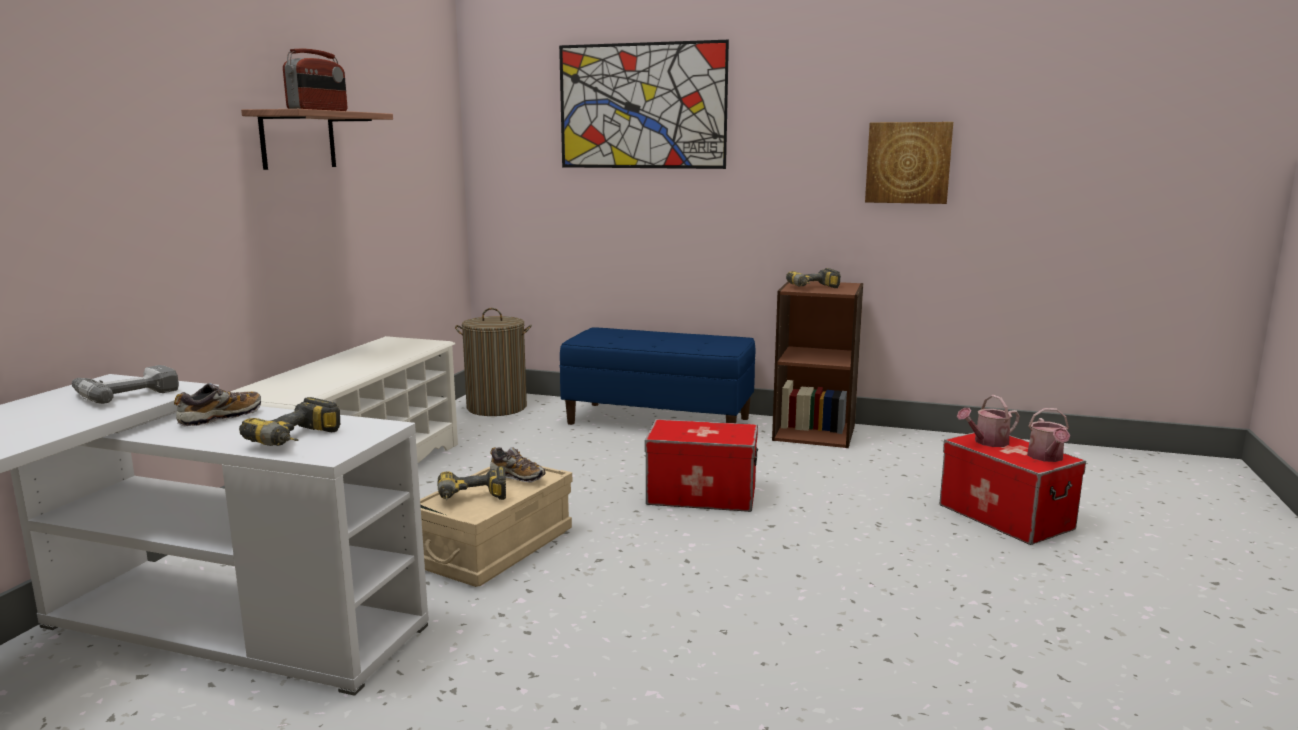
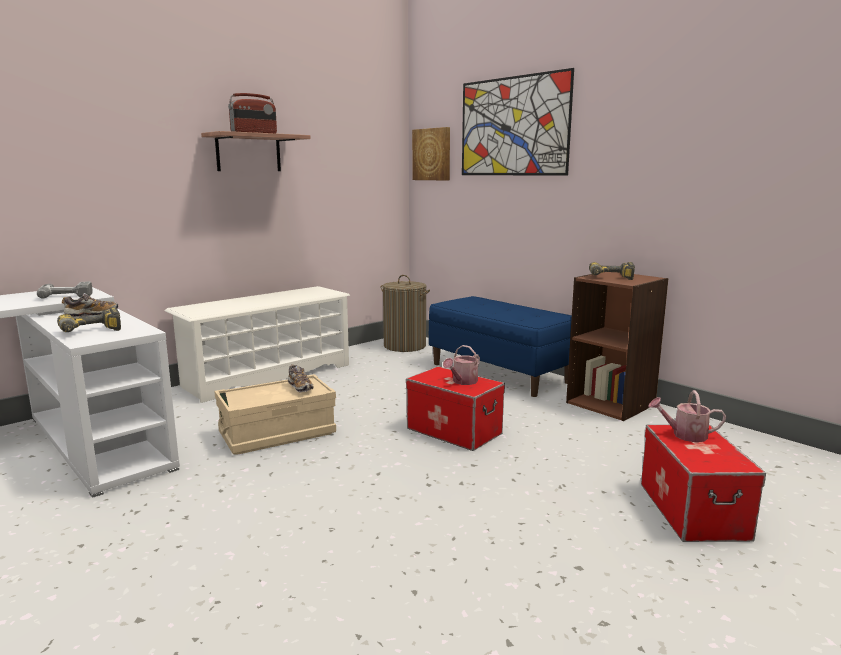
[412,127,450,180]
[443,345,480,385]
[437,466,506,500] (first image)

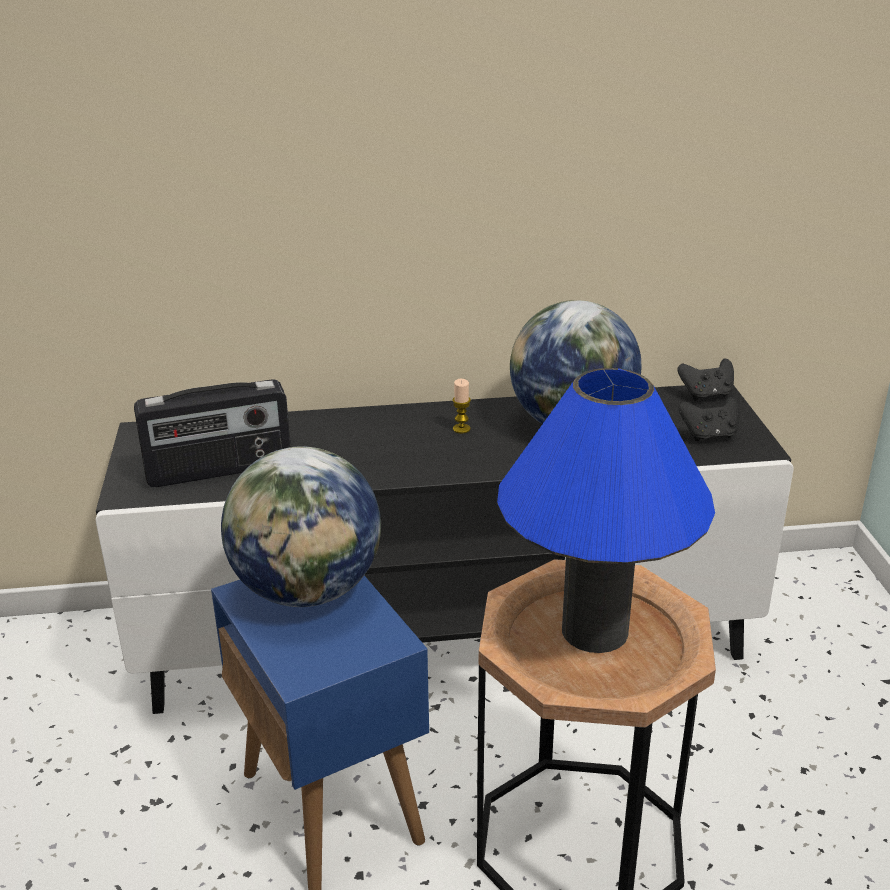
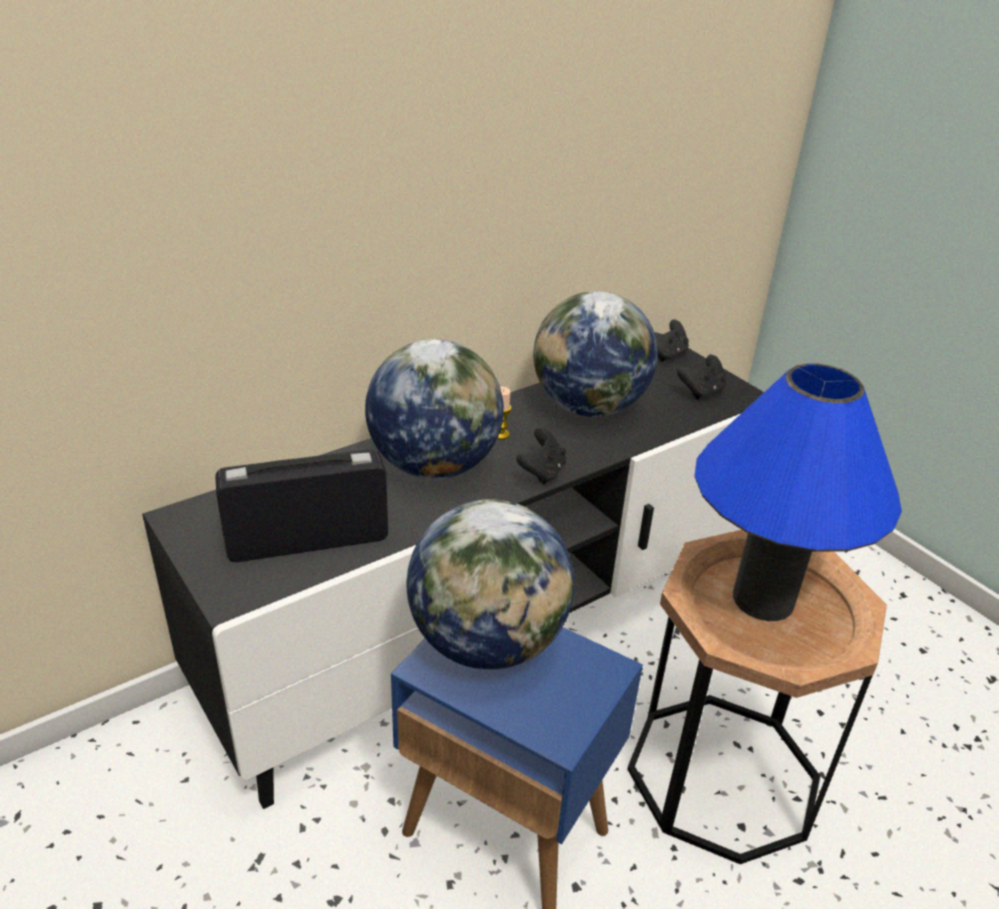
[215,449,388,562]
[365,339,504,479]
[516,428,566,485]

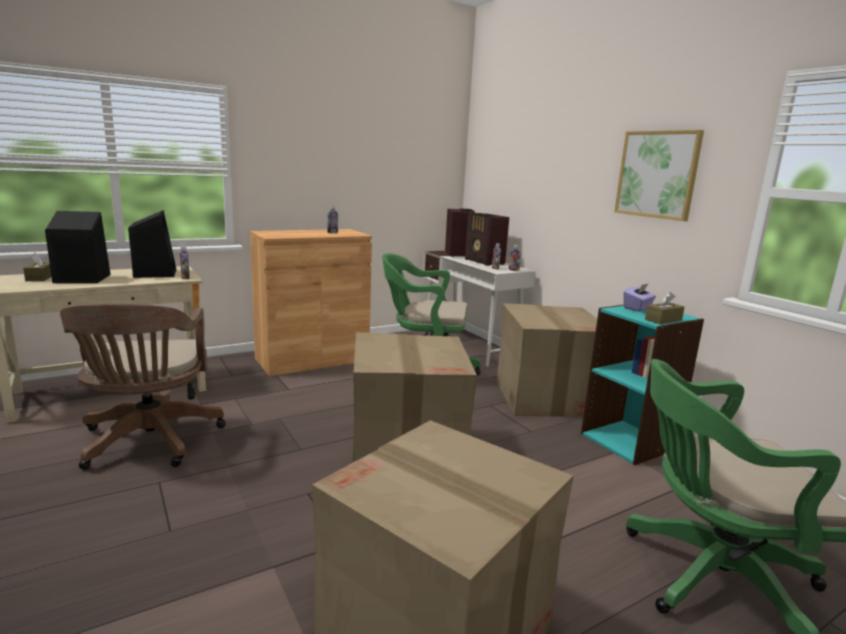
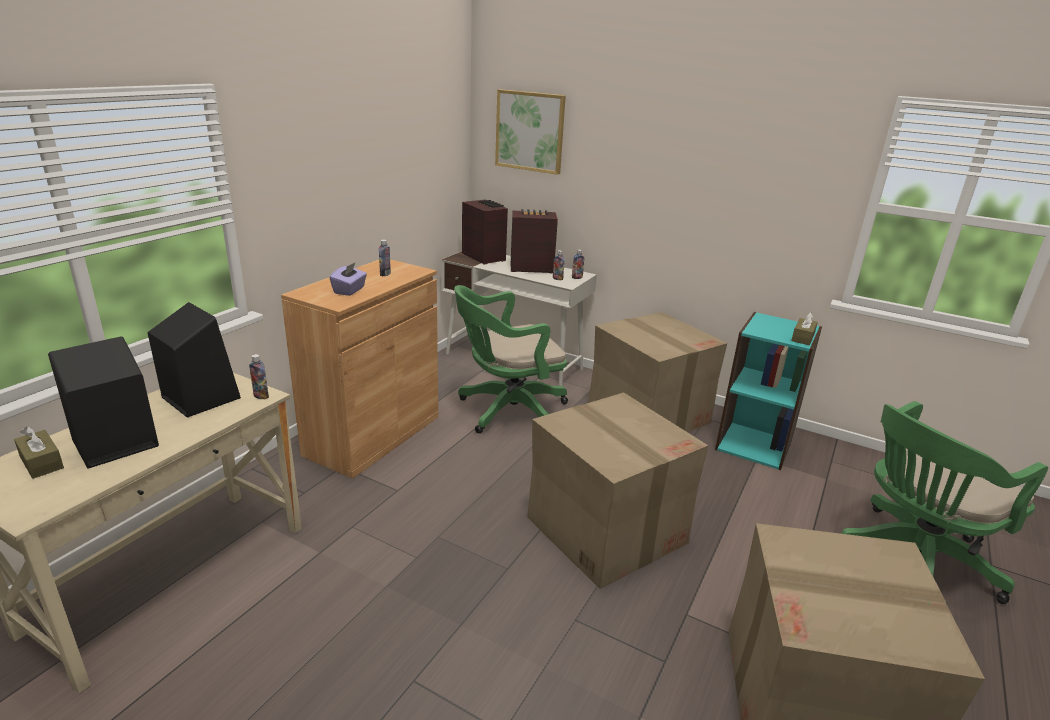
[330,262,367,296]
[495,89,566,175]
[511,209,558,273]
[60,304,225,470] (first image)

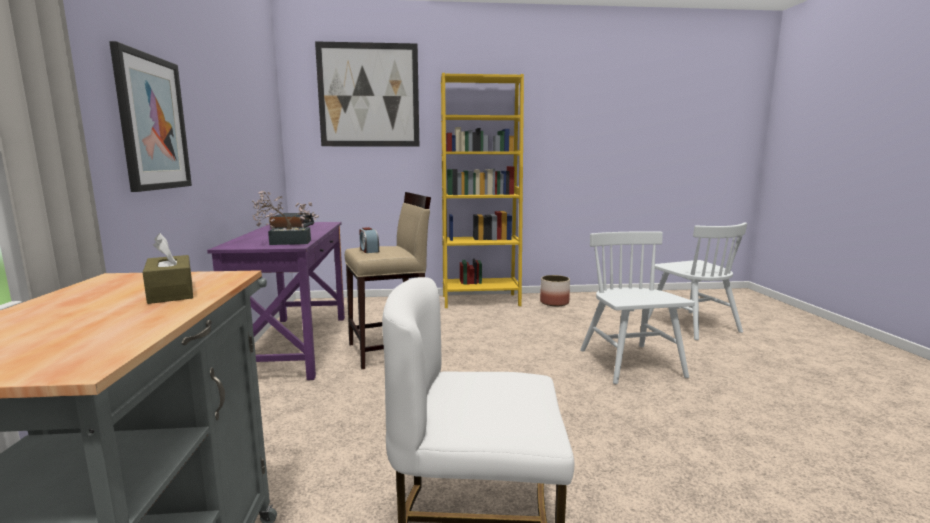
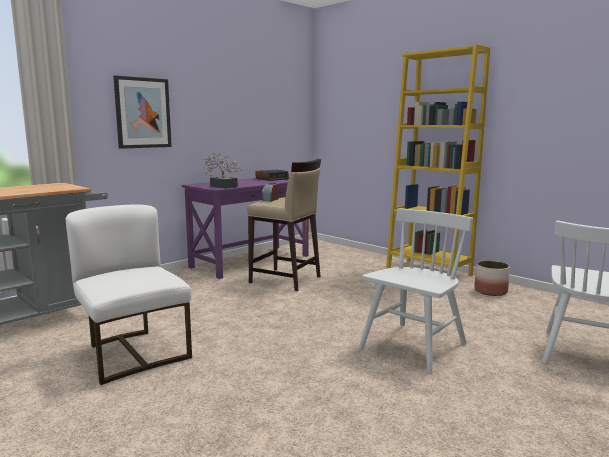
[142,233,193,304] (first image)
[315,41,419,147] (first image)

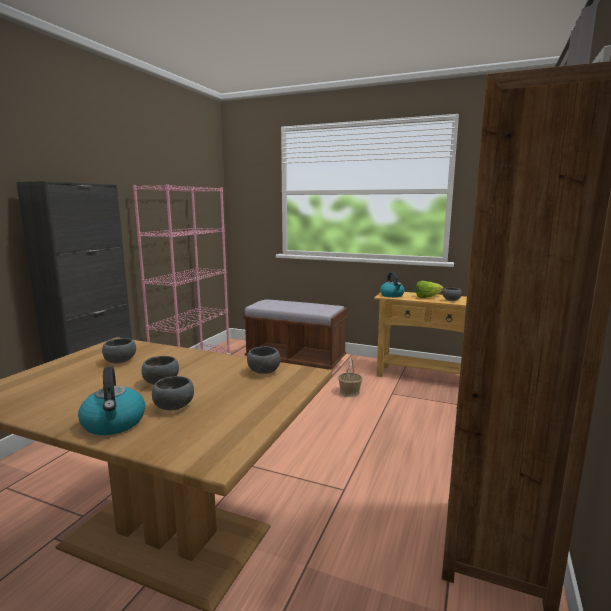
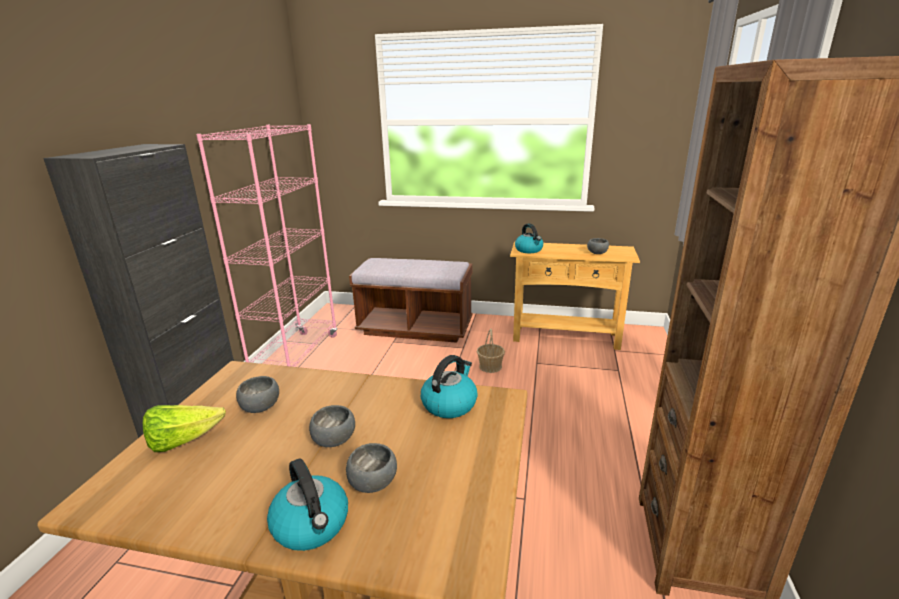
[143,405,226,452]
[421,355,478,418]

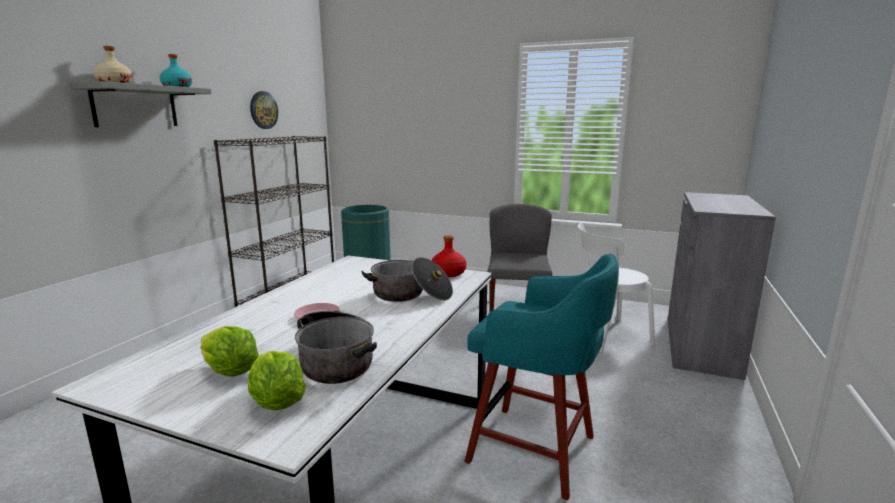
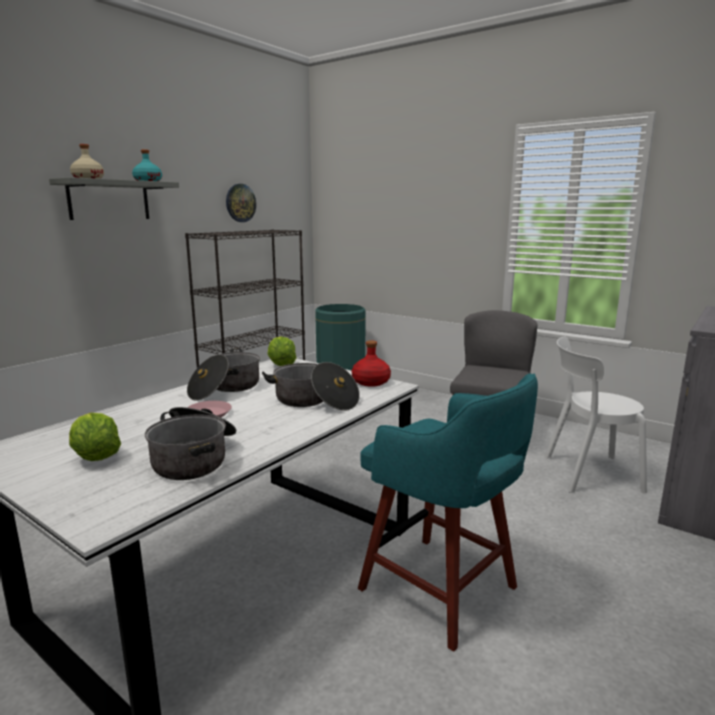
[187,349,260,401]
[268,336,297,366]

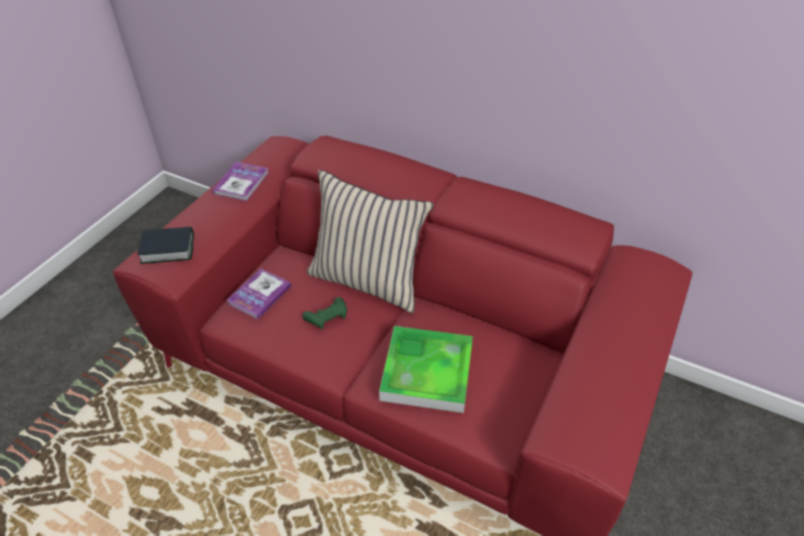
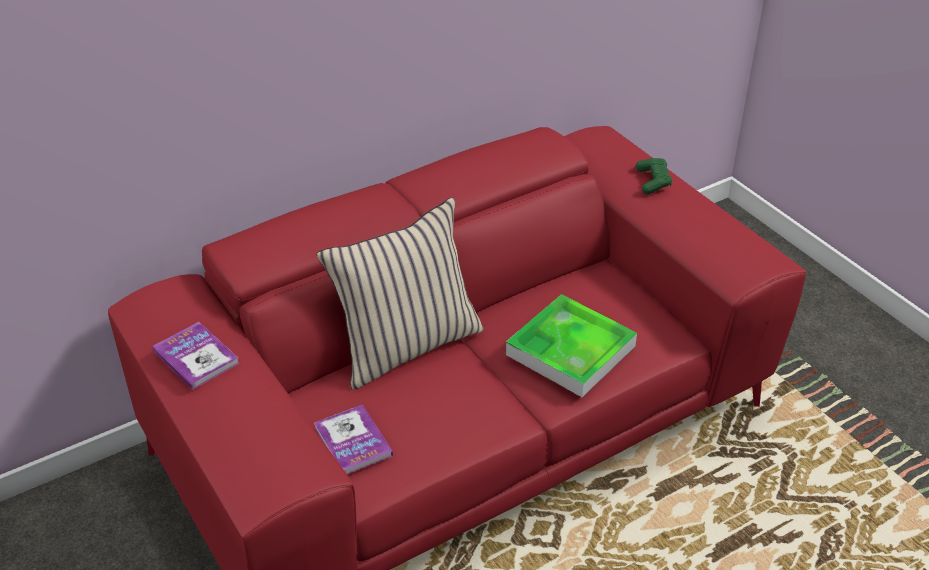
[636,158,672,194]
[137,227,194,264] (first image)

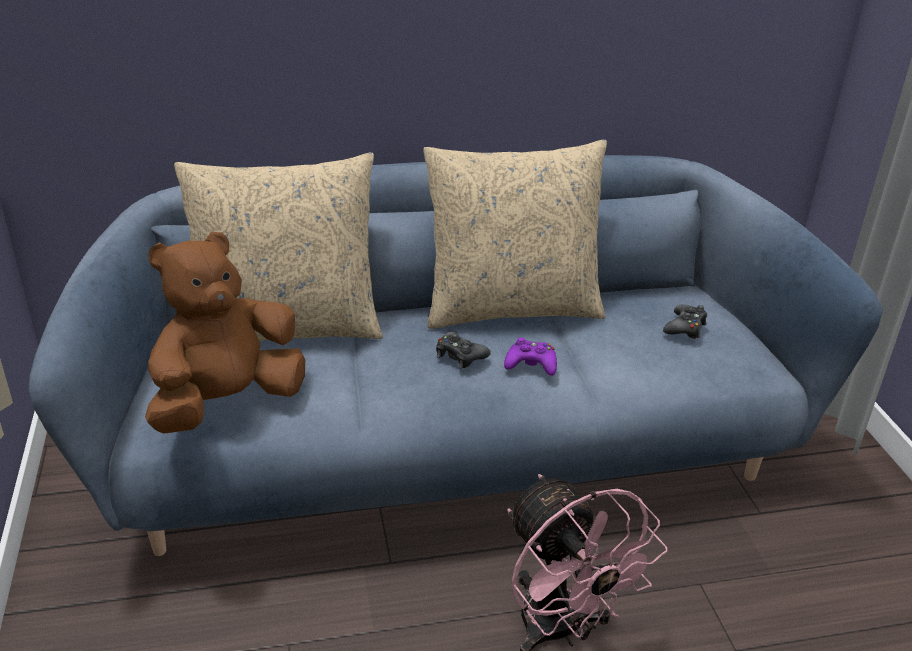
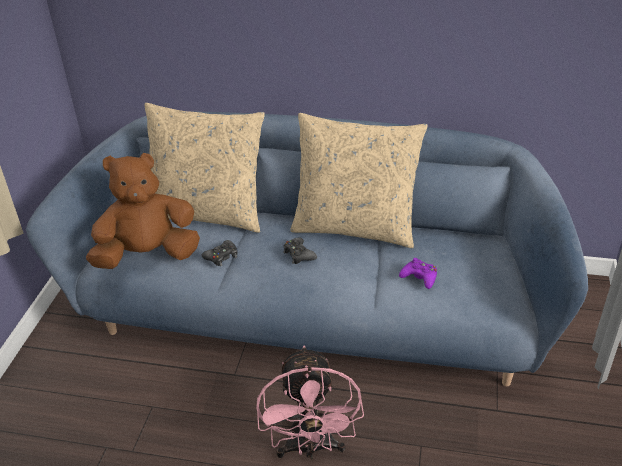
[201,240,237,266]
[399,258,437,289]

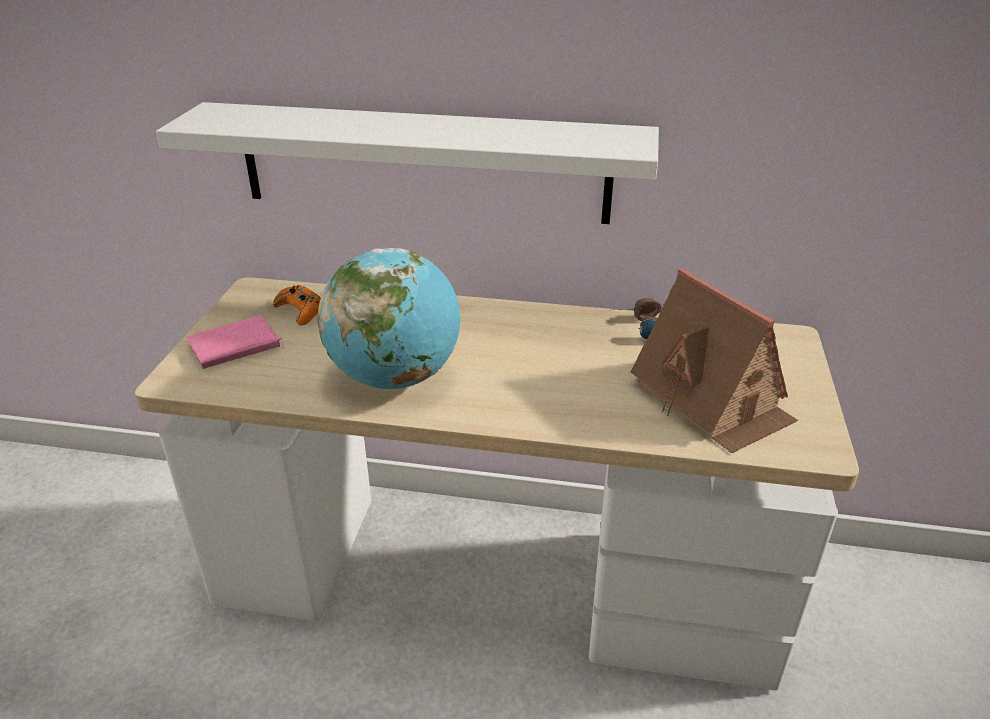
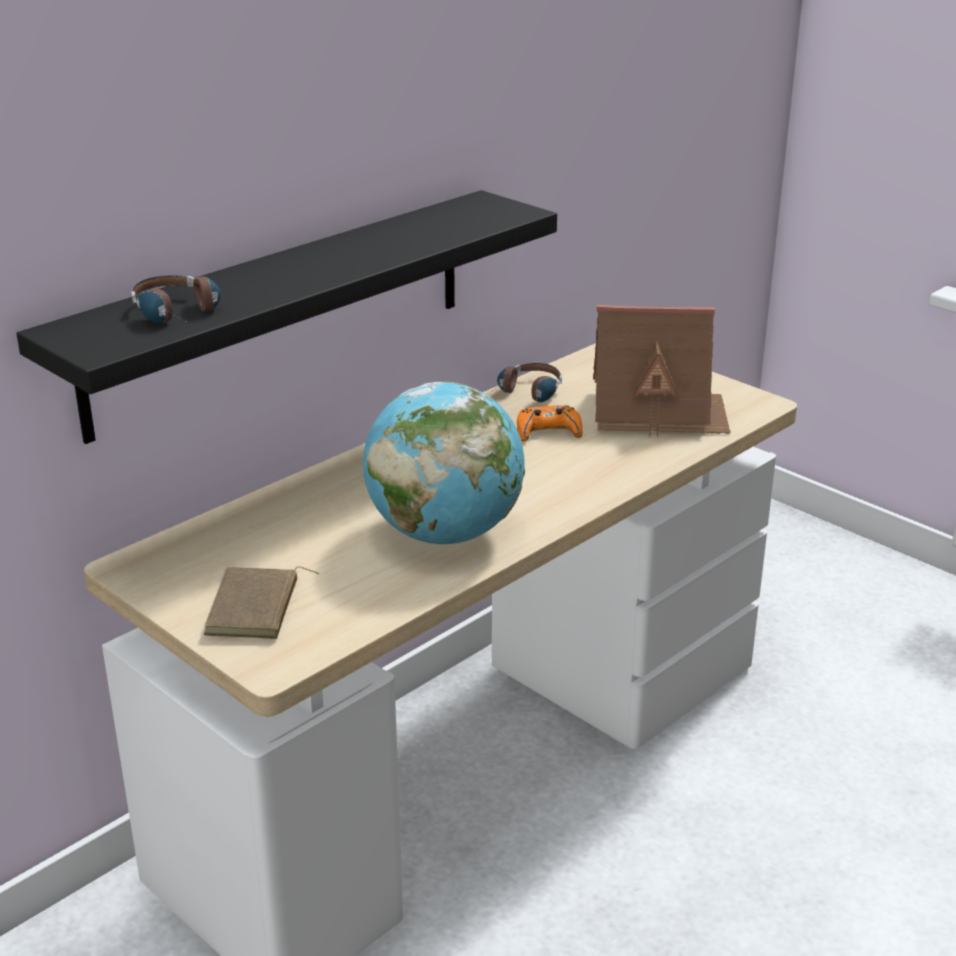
[16,190,557,444]
[131,276,221,324]
[204,566,319,639]
[517,405,582,441]

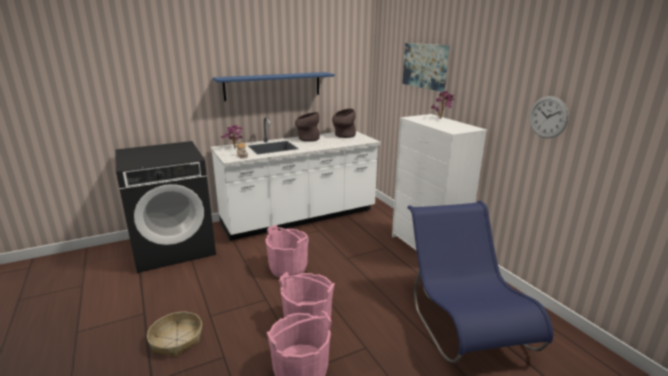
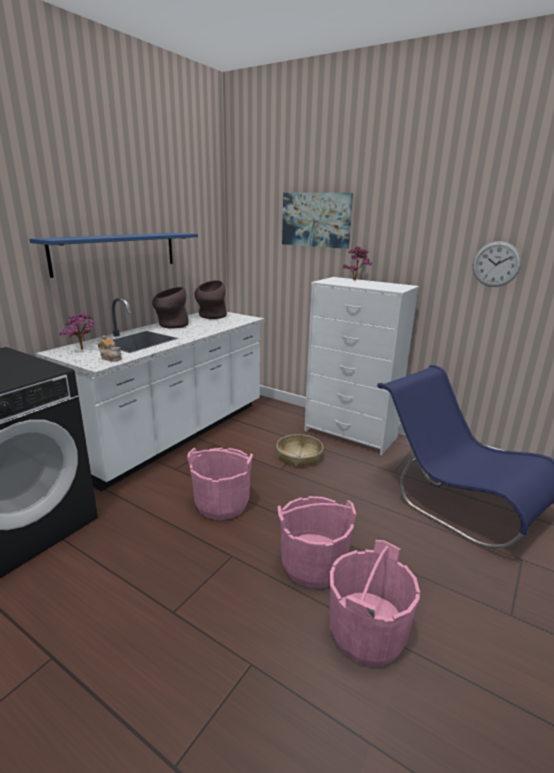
[276,434,323,468]

